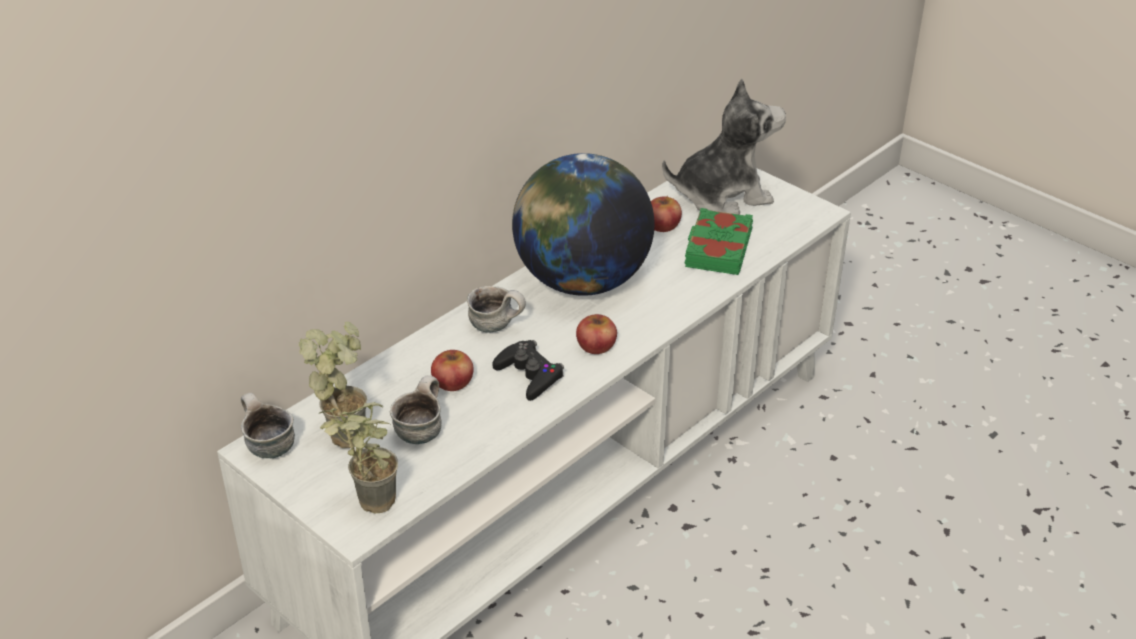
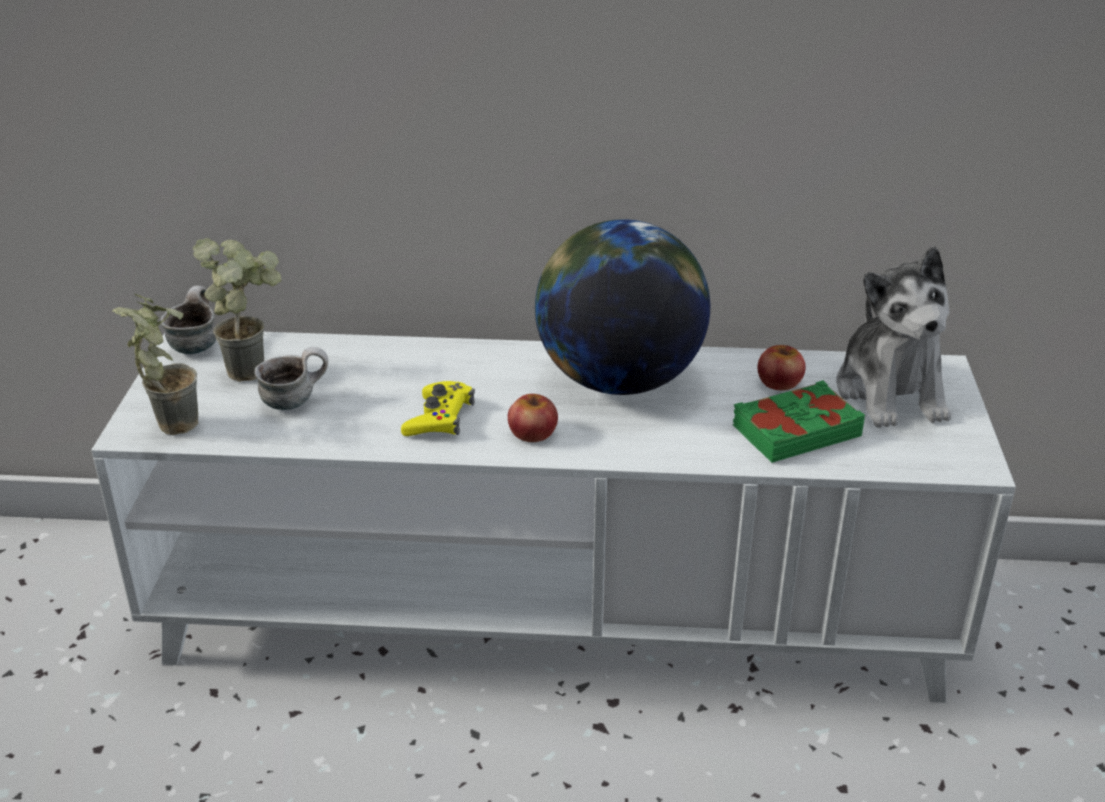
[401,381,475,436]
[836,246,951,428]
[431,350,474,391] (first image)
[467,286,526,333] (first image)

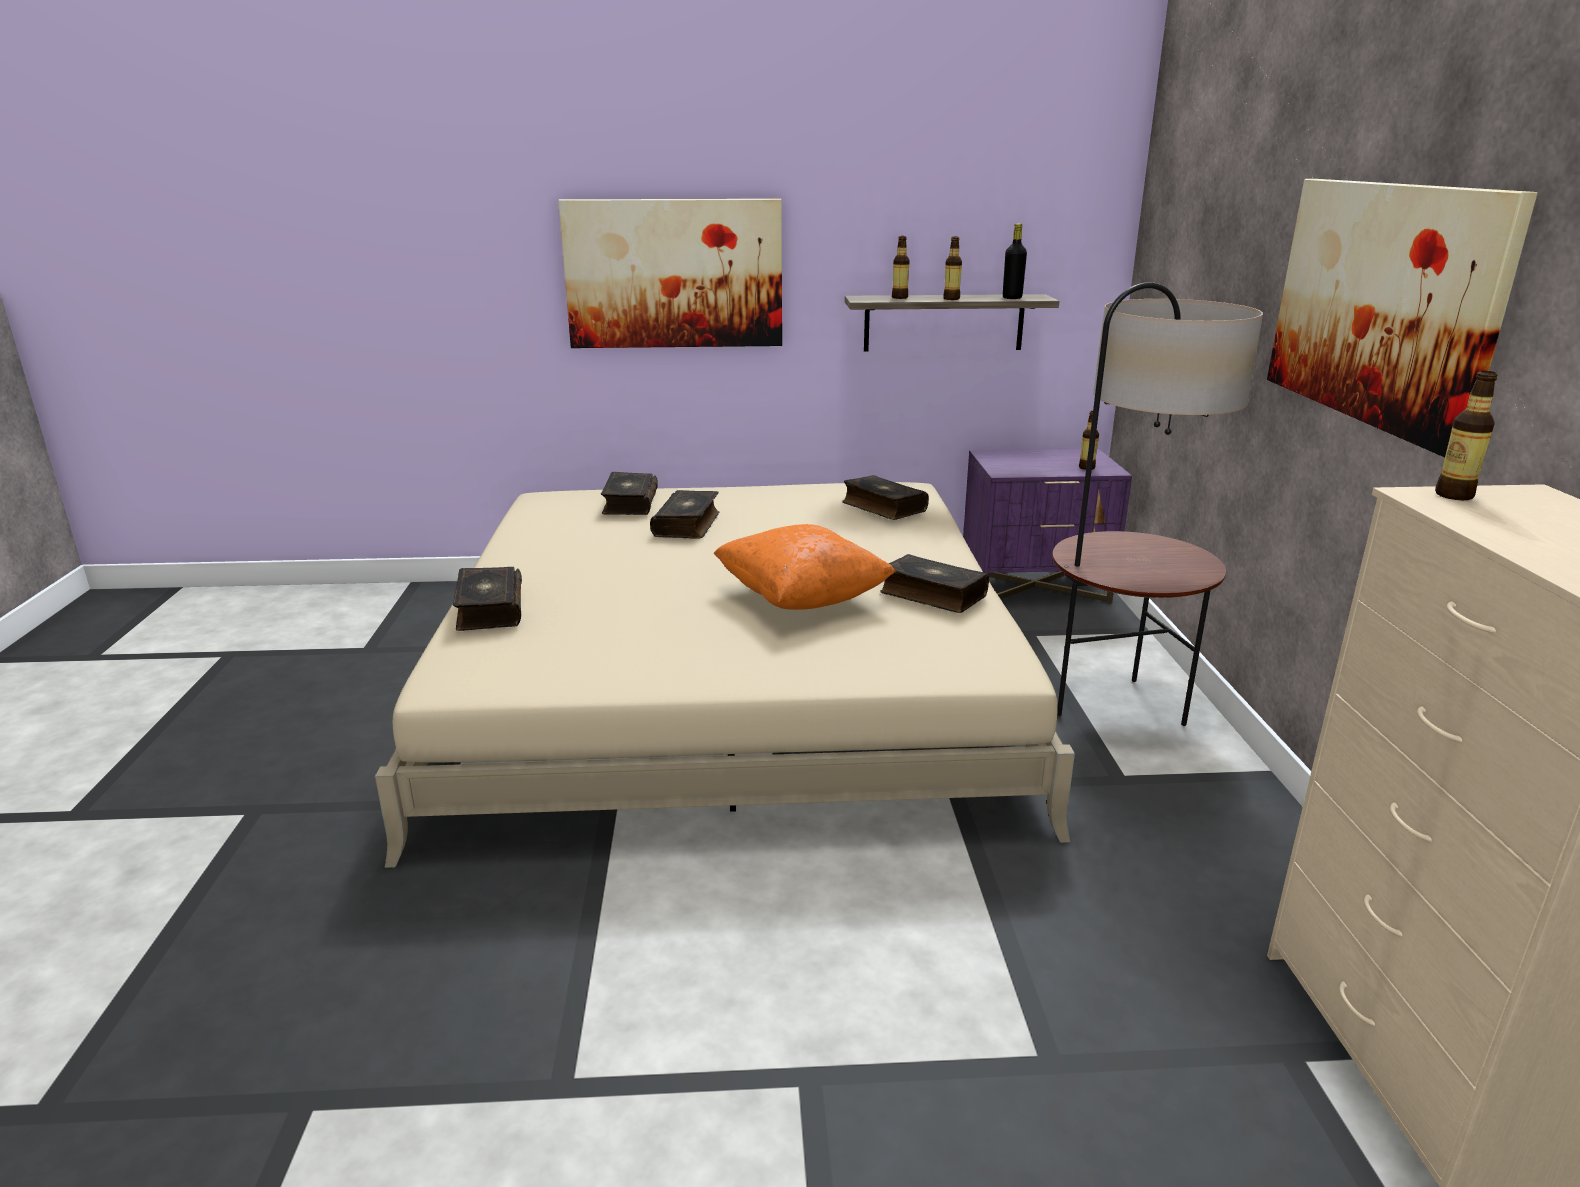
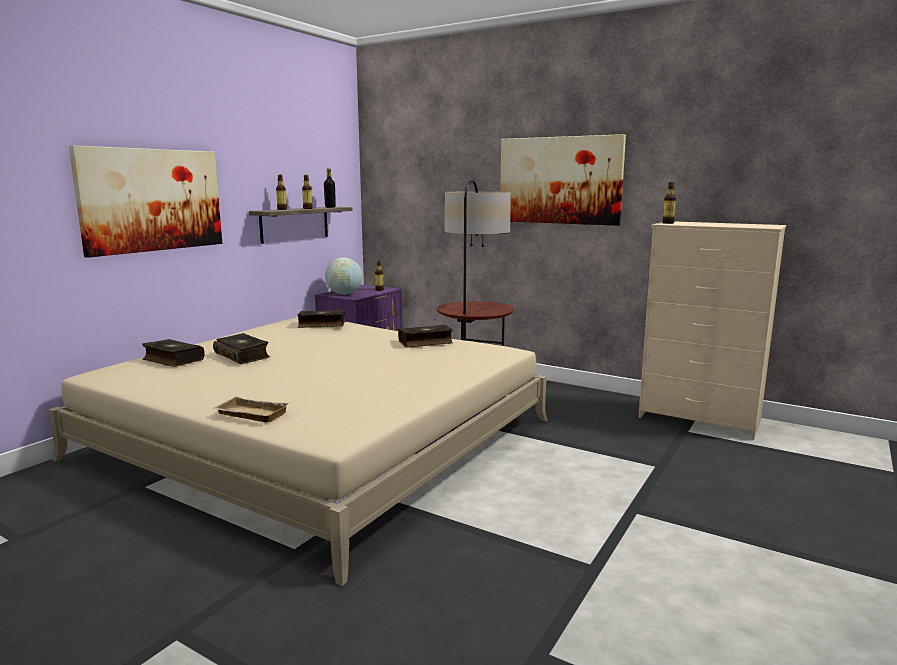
[212,397,289,422]
[325,257,363,295]
[714,524,896,610] (first image)

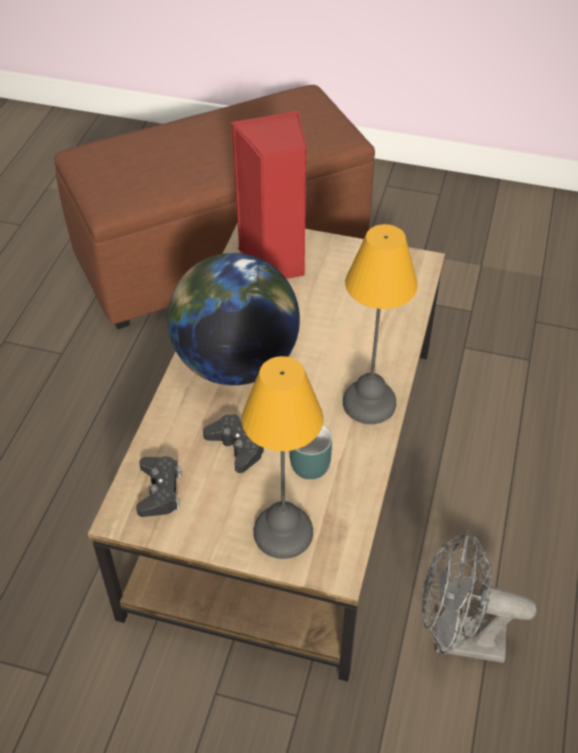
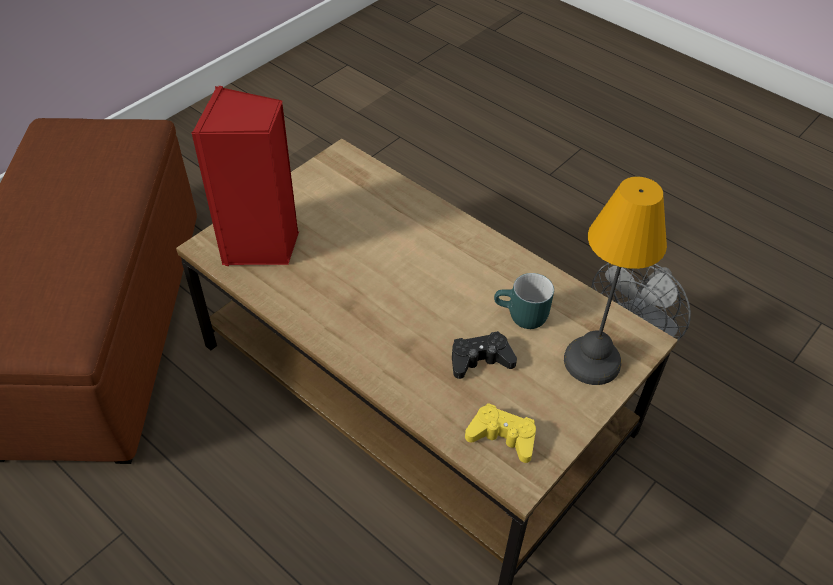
[465,403,536,463]
[167,253,300,385] (first image)
[343,224,418,424] (first image)

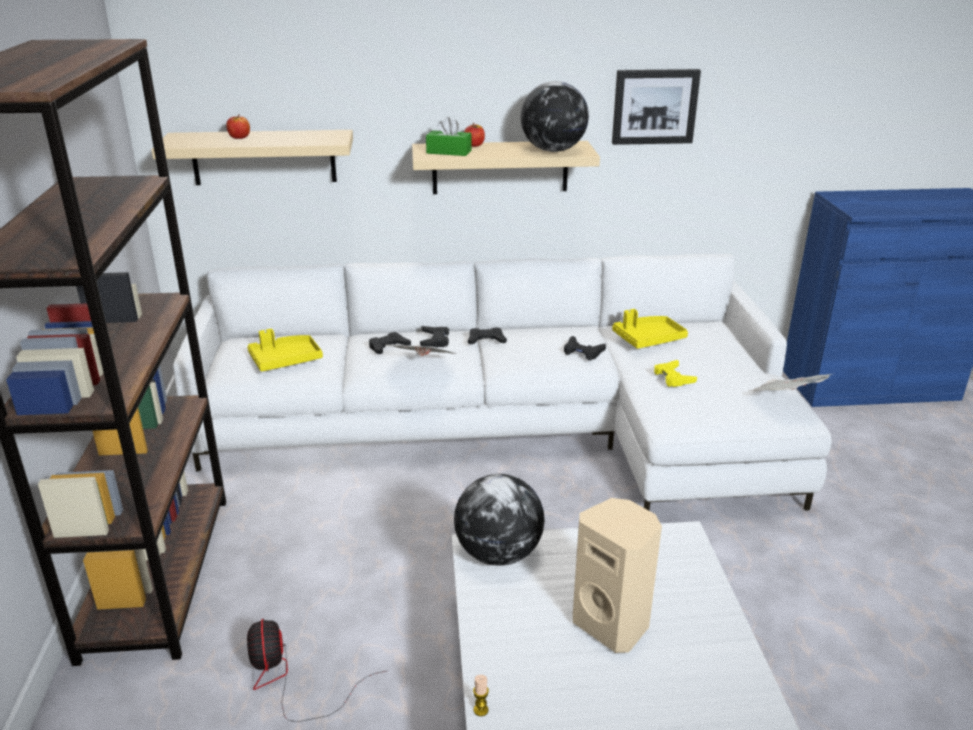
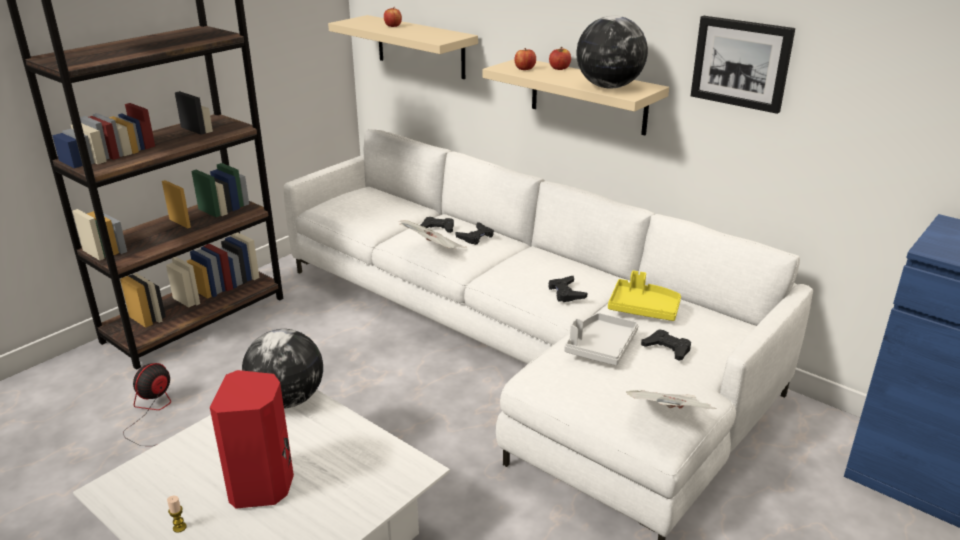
[167,496,187,533]
[210,370,294,509]
[515,48,536,70]
[564,313,639,365]
[641,330,691,361]
[247,329,323,372] (first image)

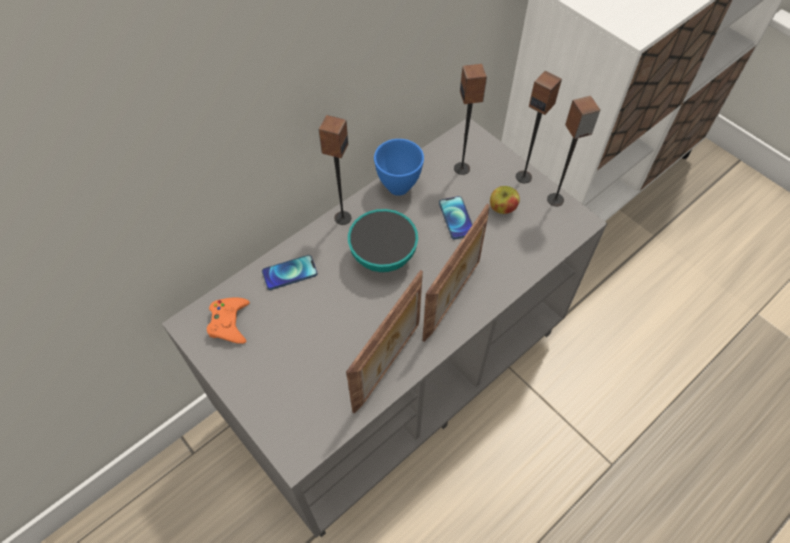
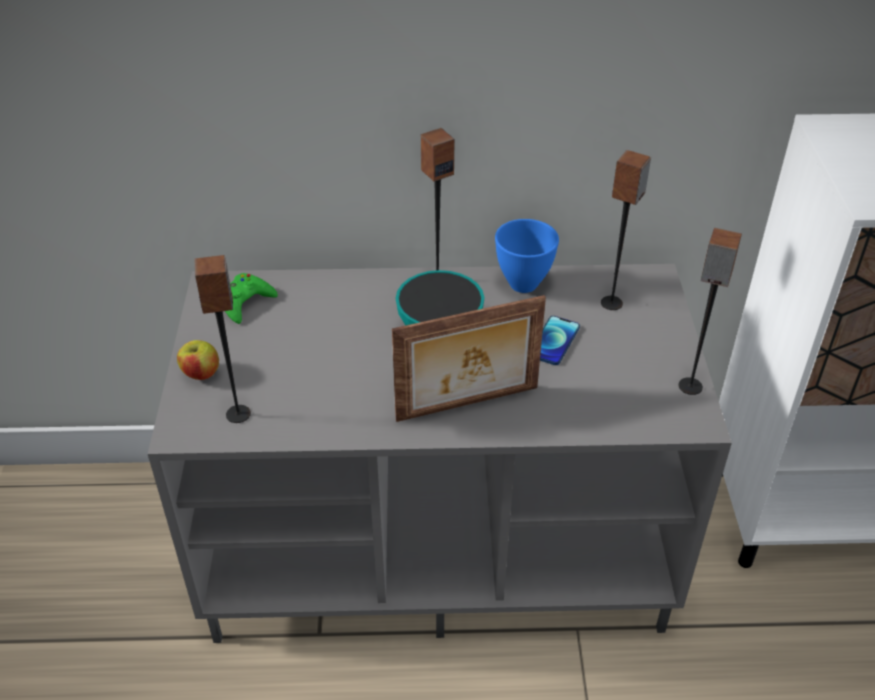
[177,340,219,380]
[194,255,251,423]
[225,273,278,324]
[262,255,318,290] (first image)
[346,270,423,414] (first image)

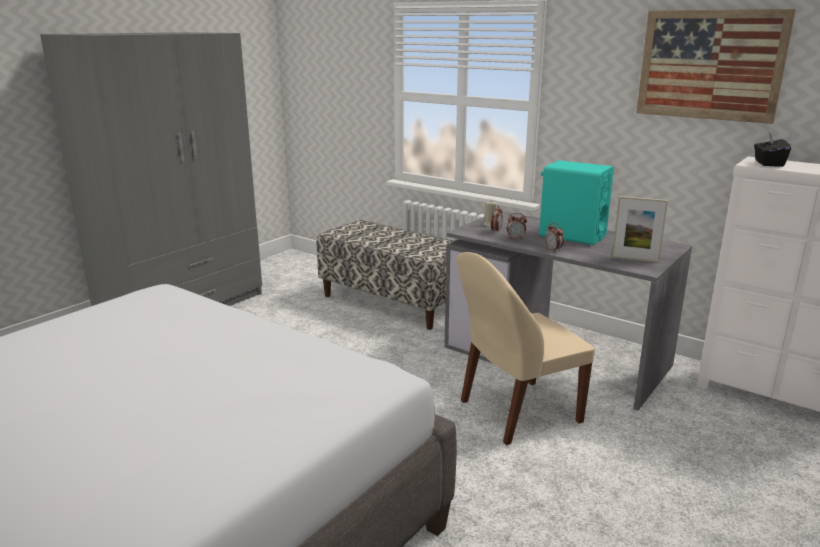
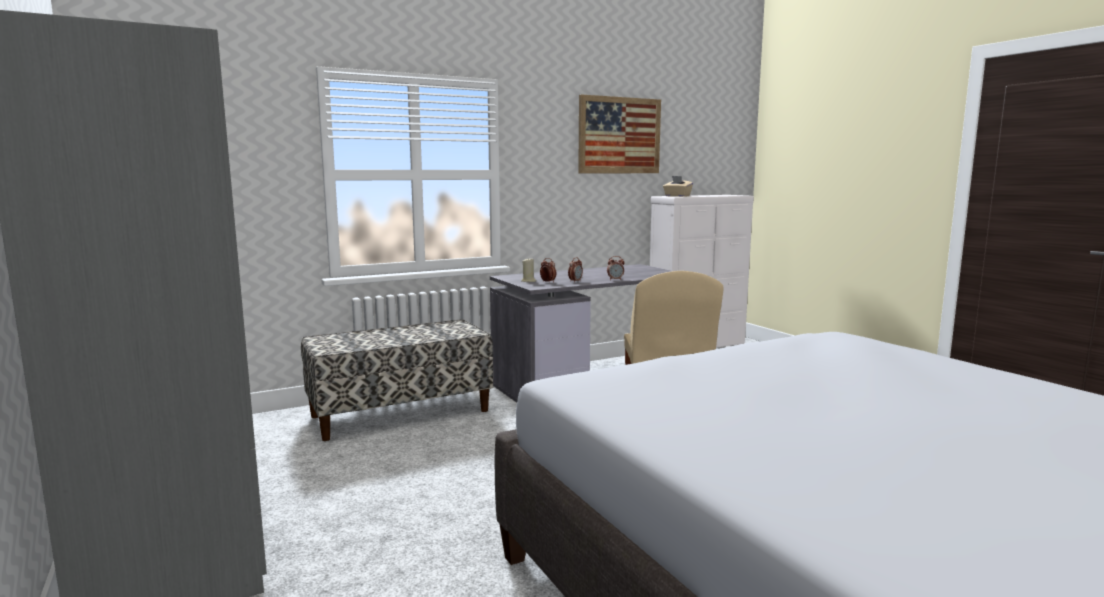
[663,176,693,197]
[539,160,614,245] (first image)
[612,196,668,263] (first image)

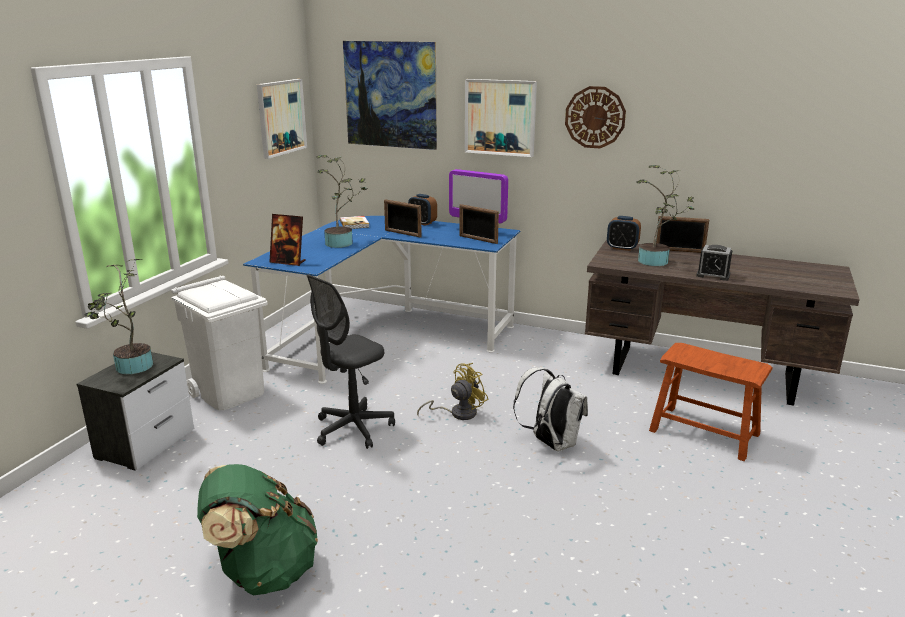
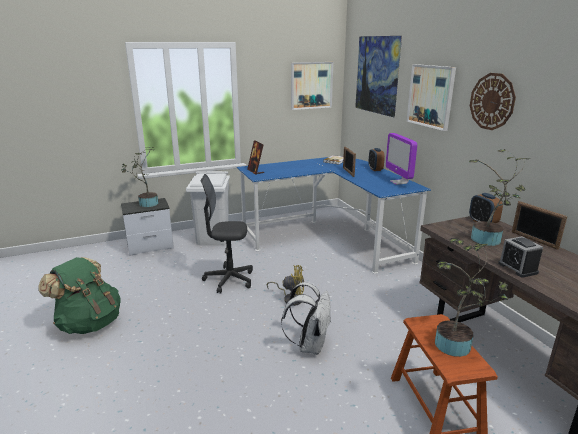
[435,238,509,357]
[459,204,499,244] (first image)

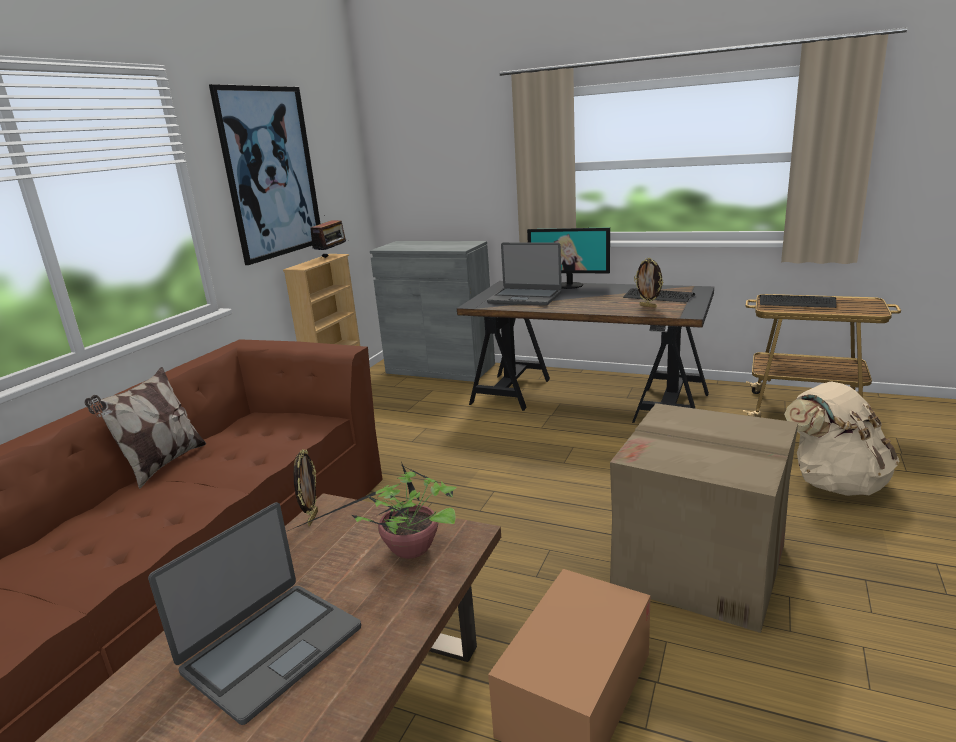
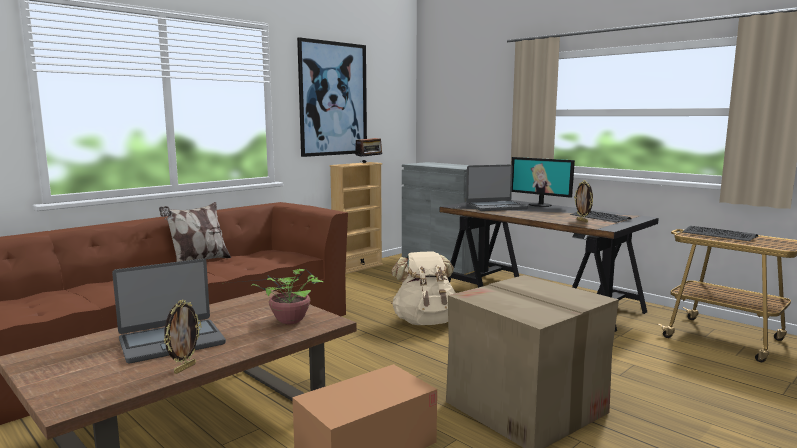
[164,300,202,374]
[391,251,456,325]
[466,164,528,211]

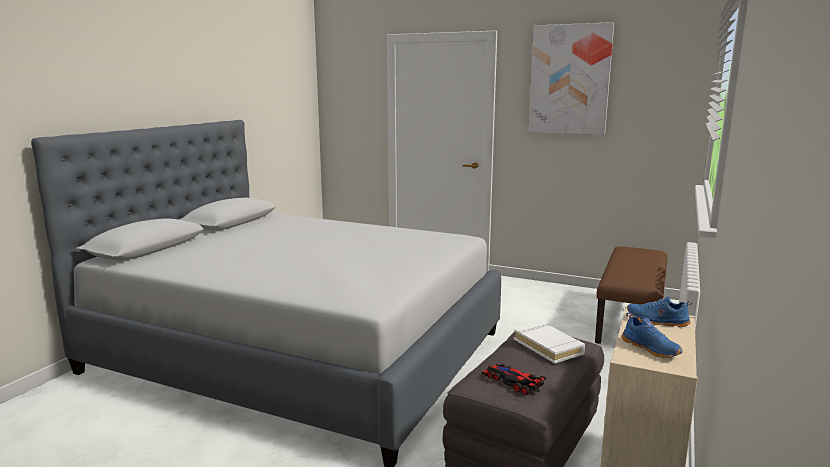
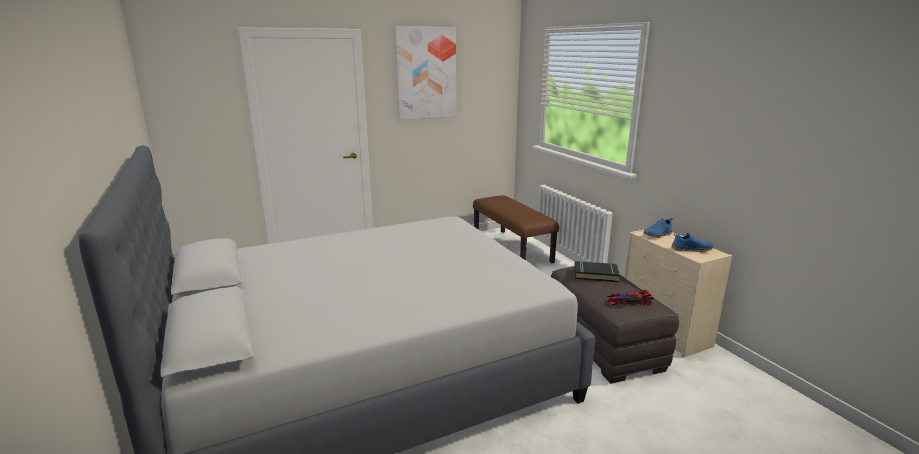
[574,261,620,282]

